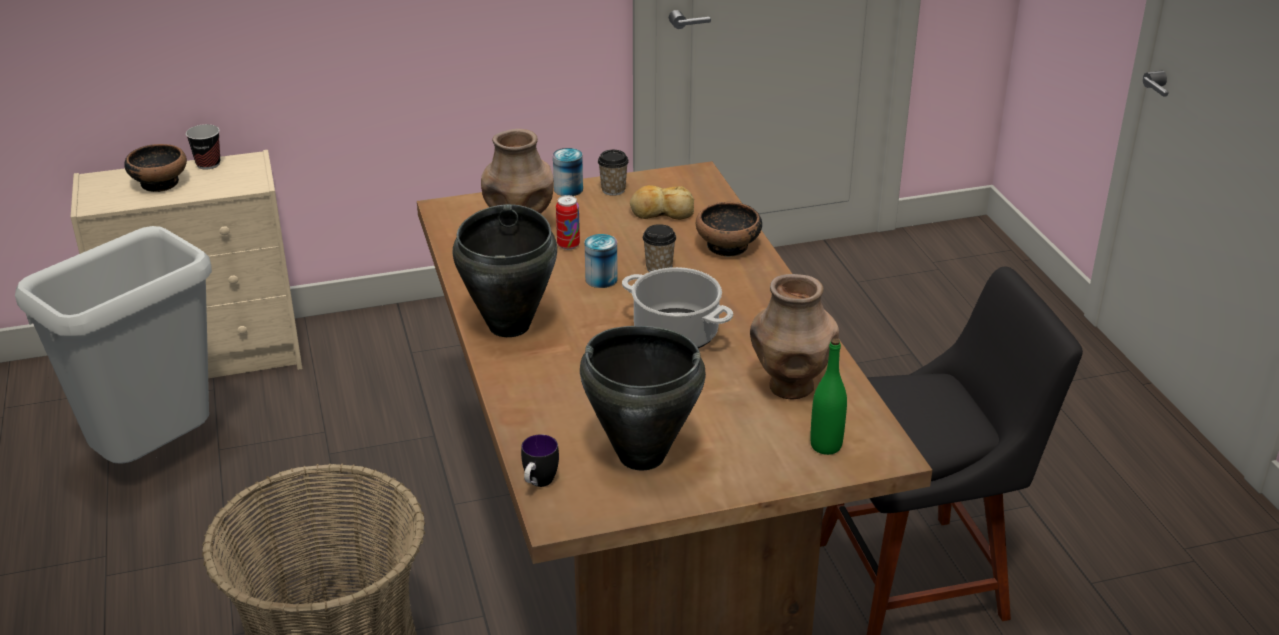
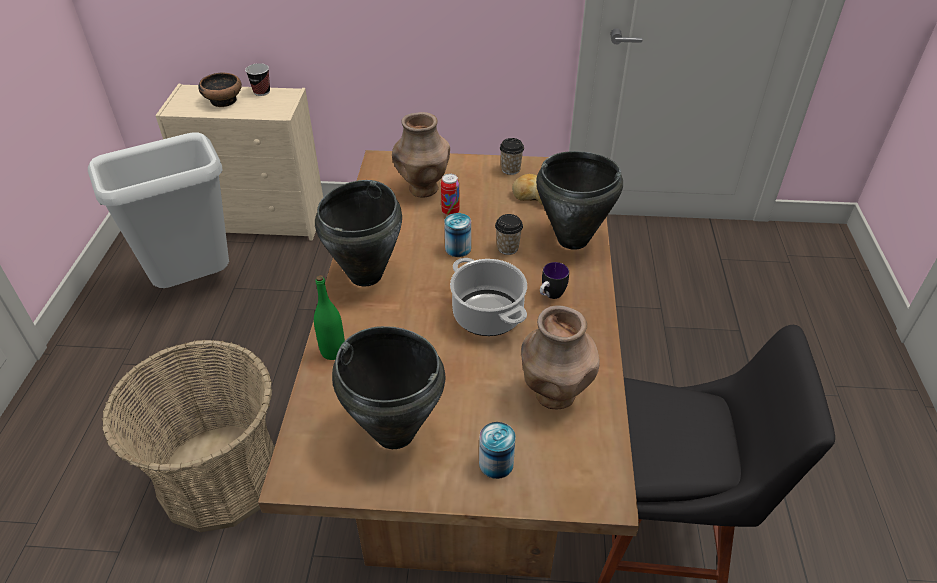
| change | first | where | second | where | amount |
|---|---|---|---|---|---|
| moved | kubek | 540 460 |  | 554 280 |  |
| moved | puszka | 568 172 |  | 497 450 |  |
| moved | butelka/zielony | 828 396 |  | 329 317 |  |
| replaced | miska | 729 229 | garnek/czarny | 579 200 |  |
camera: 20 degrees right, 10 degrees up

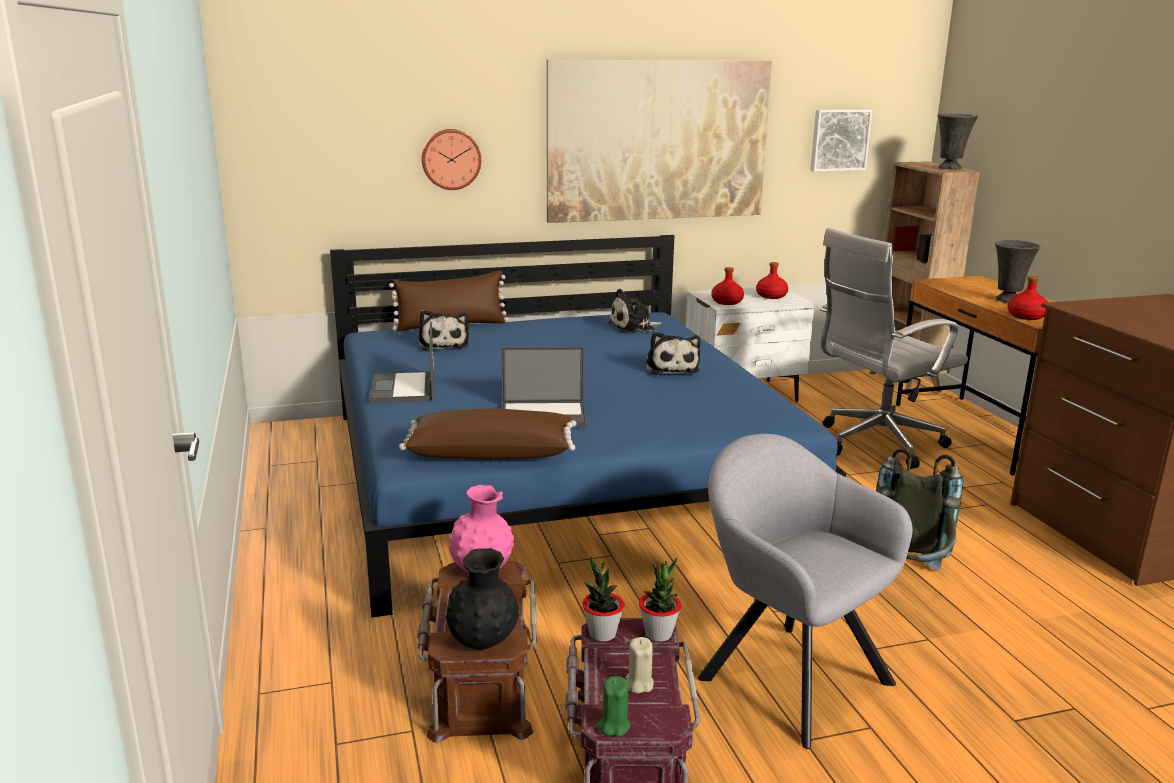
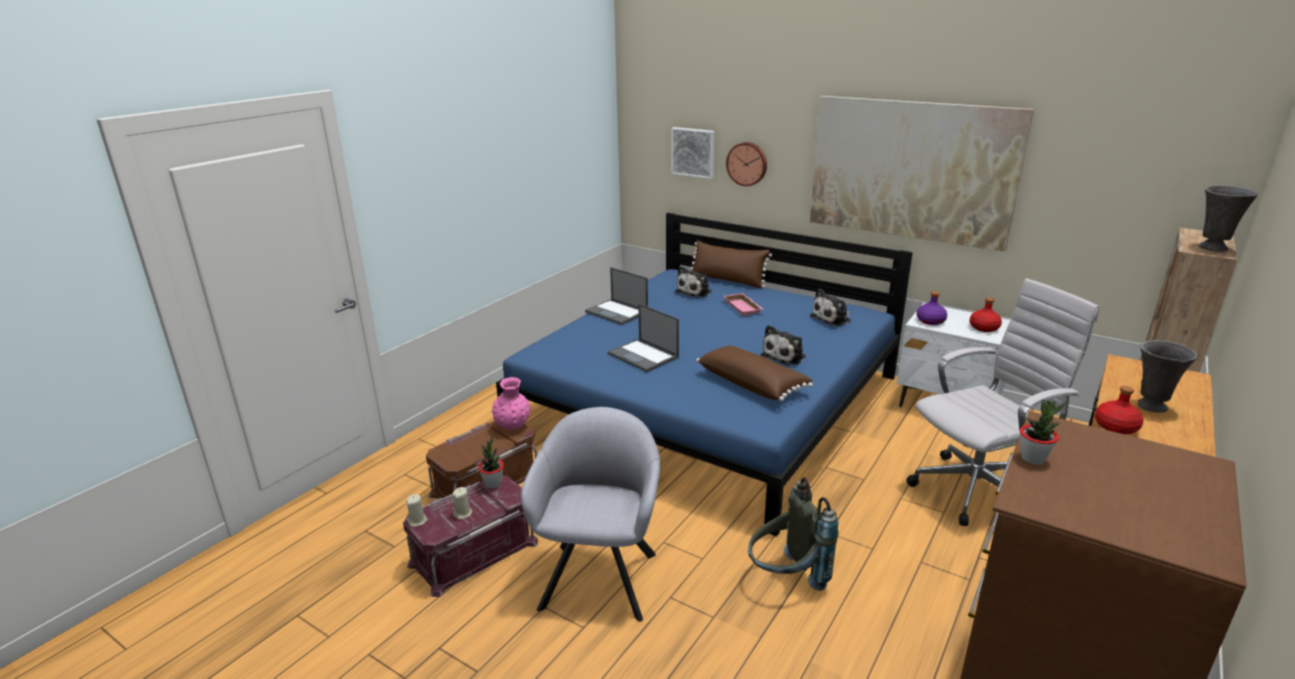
| change | first | where | second | where | amount |
|---|---|---|---|---|---|
| removed | wazon/czarny | 482 599 |  |  |  |
| added |  |  | taca/różowy | 743 304 |  |
| moved | poduszka/brązowy | 488 433 |  | 754 373 |  |
| moved | roślina doniczkowa | 660 600 |  | 1043 432 |  |
| moved | obraz | 841 140 |  | 693 153 |  |
| recoloured | świeca/zielony | 614 706 | świeca/beżowy | 417 510 |  |
| recoloured | butelka/czerwony | 727 286 | butelka/fioletowy | 932 308 |  |
| turned | laptop | 401 362 |  | 616 296 | 90 degrees counterclockwise |
| turned | pluszak | 635 311 |  | 830 307 | 60 degrees counterclockwise |
| turned | krzesło biurowe/biały | 894 348 |  | 1003 402 | 135 degrees clockwise |
camera: 50 degrees right, 5 degrees up

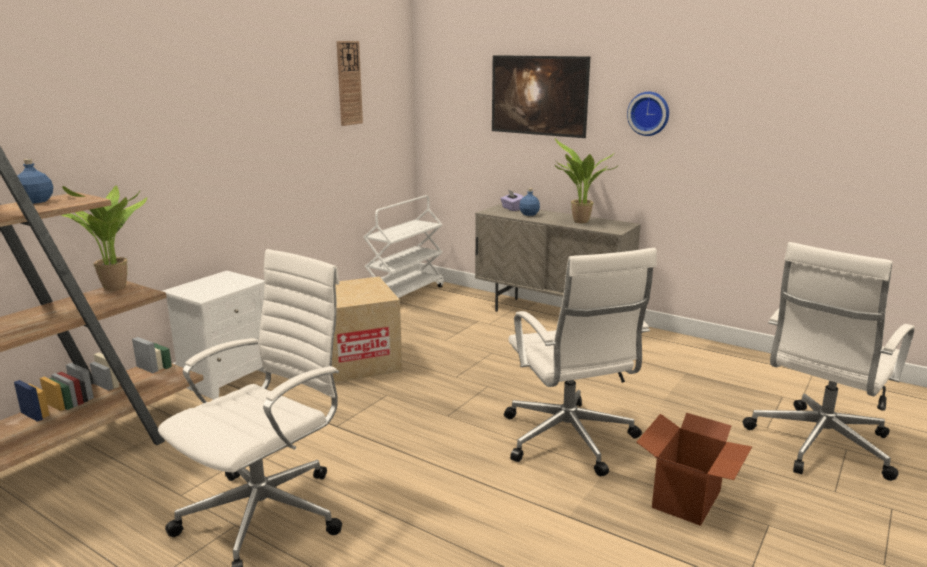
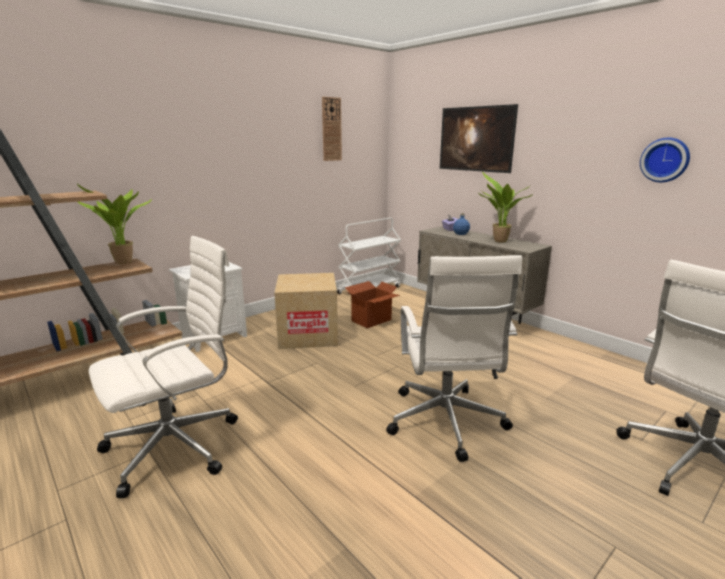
| change | first | where | second | where | amount |
|---|---|---|---|---|---|
| removed | butelka/niebieski | 35 181 |  |  |  |
| moved | zegar ścienny | 648 114 |  | 665 159 |  |
| moved | karton | 694 469 |  | 372 304 |  |
camera: 15 degrees right, 0 degrees up

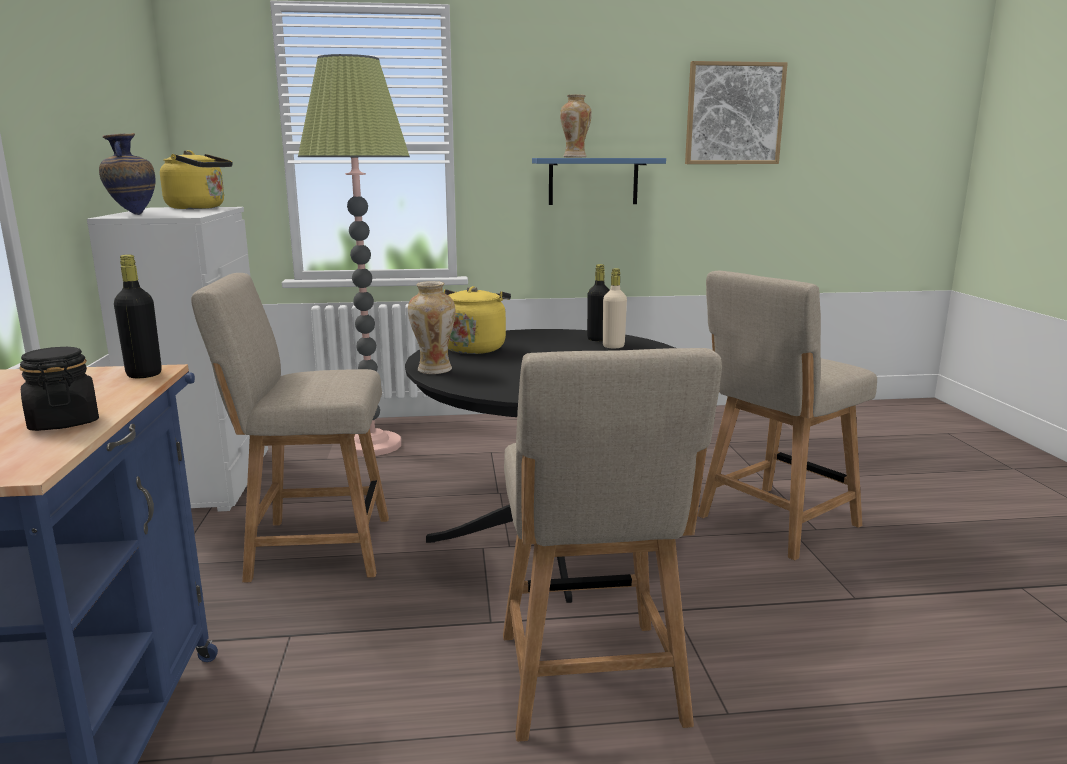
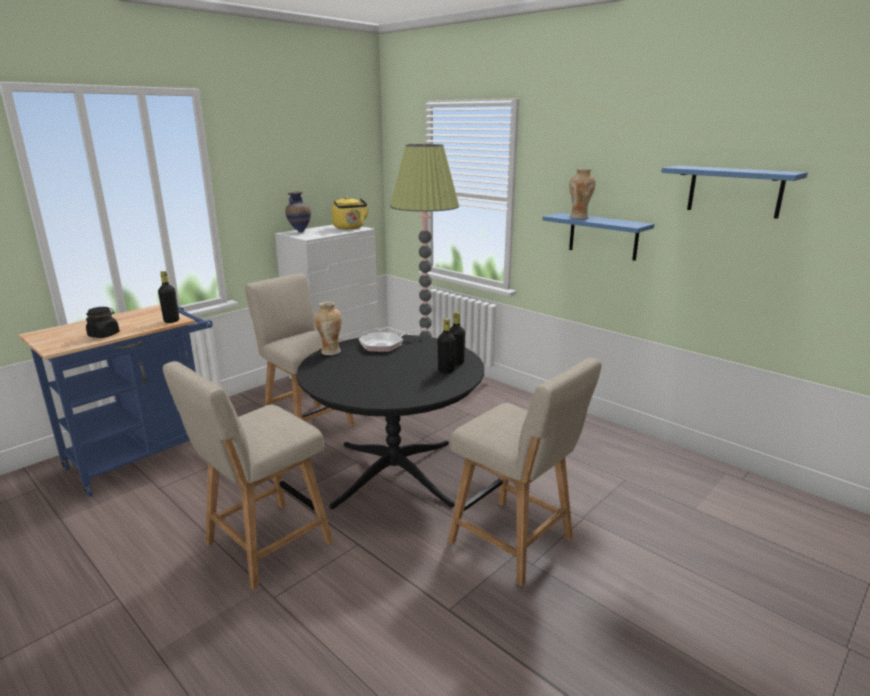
| change | first | where | second | where | amount |
|---|---|---|---|---|---|
| replaced | czajnik/żółty | 477 320 | patelnia | 393 340 |  |
| replaced | obraz | 736 112 | półka/niebieski | 734 192 |  |
| recoloured | butelka/beżowy | 615 308 | butelka/czarny | 447 345 |  |
| turned | krzesło/beżowy | 787 415 |  | 525 472 | 150 degrees counterclockwise |
camera: 50 degrees right, 5 degrees up

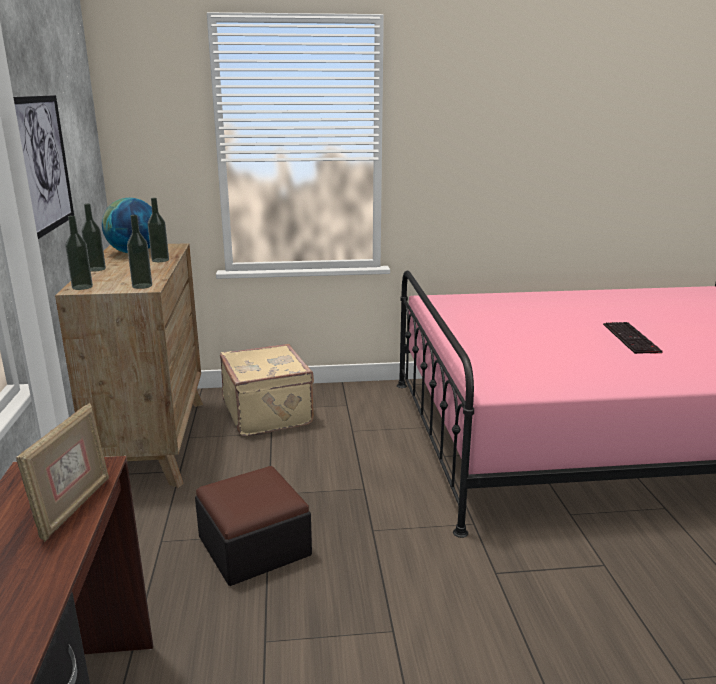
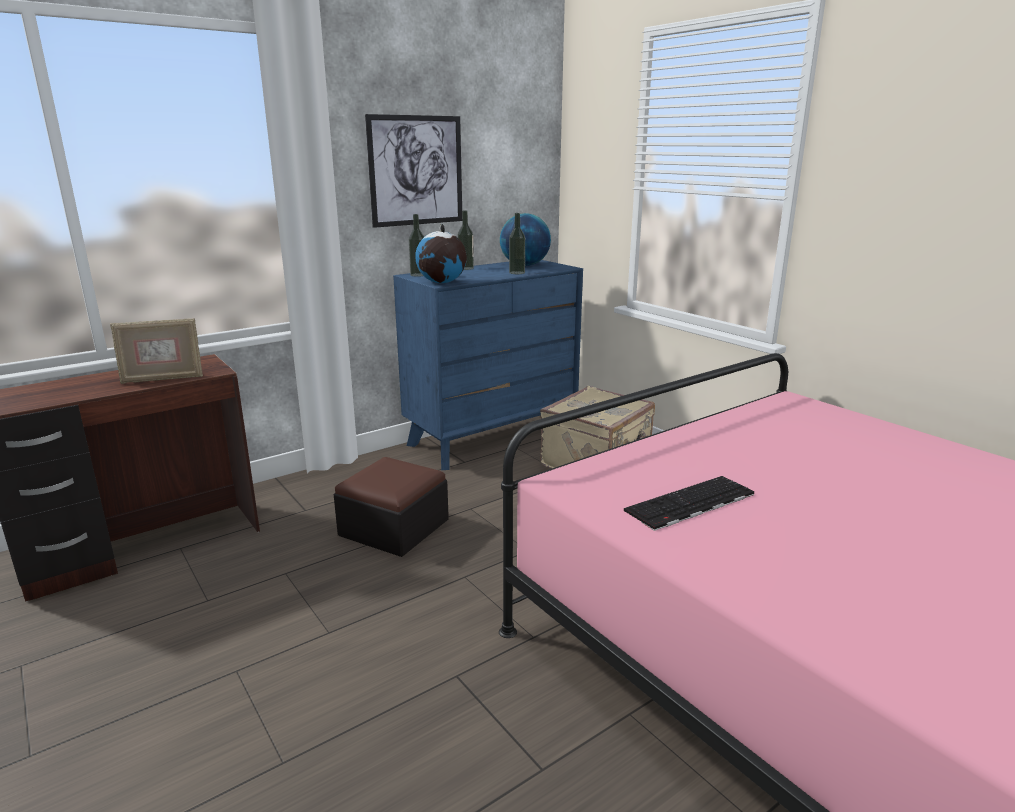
| change | first | where | second | where | amount |
|---|---|---|---|---|---|
| moved | klawiatura | 633 338 |  | 689 503 |  |
| replaced | butelka | 139 252 | globus | 441 253 |  |
| recoloured | komoda/brązowy | 129 365 | komoda/niebieski | 488 365 |  |
camera: 60 degrees right, 0 degrees up

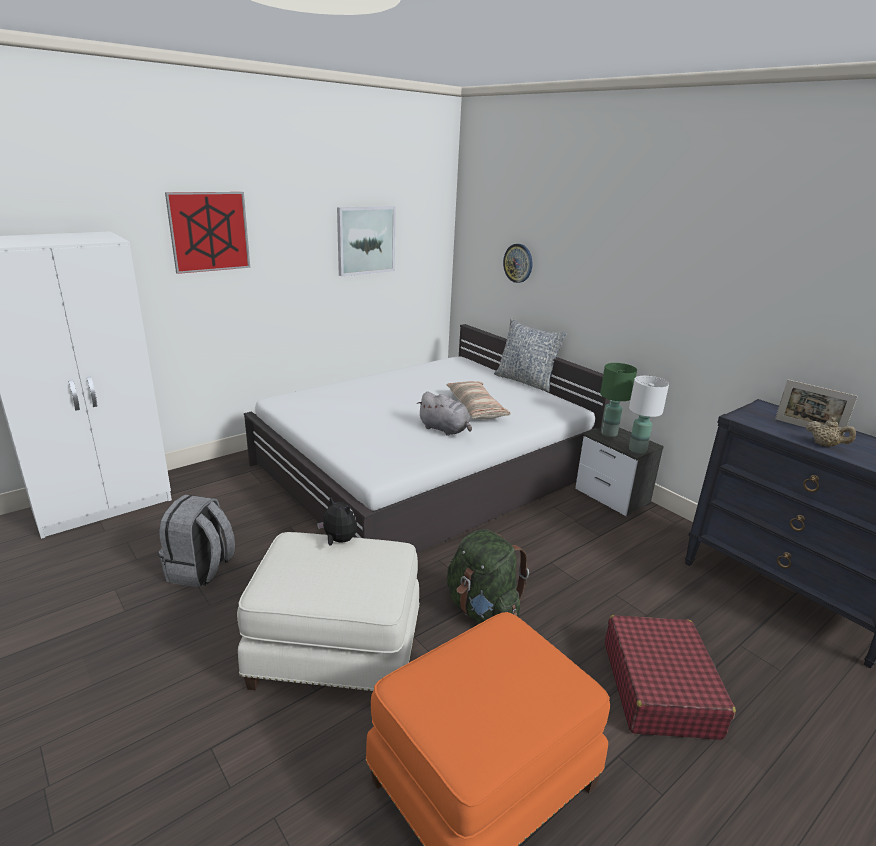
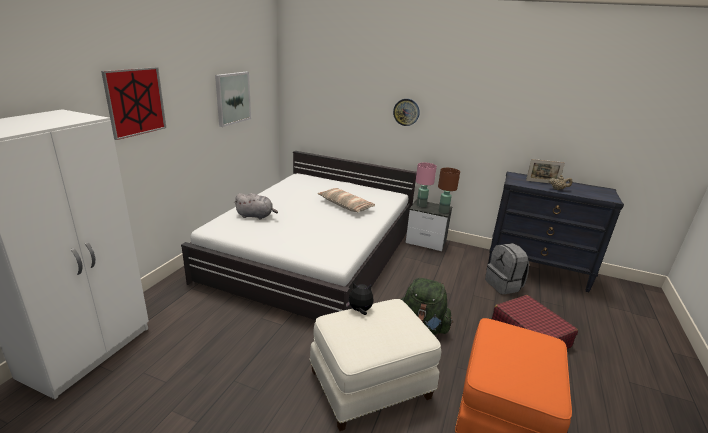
| change | first | where | second | where | amount |
|---|---|---|---|---|---|
| removed | poduszka | 530 355 |  |  |  |
| moved | plecak/szary | 196 541 |  | 507 268 |  |
| moved | pluszak/szary | 444 414 |  | 256 206 |  |
| moved | zegar ścienny | 518 263 |  | 406 112 |  |
| recoloured | lampa stołowa/zielony | 618 400 | lampa stołowa/różowy | 426 185 |  |
| recoloured | lampa stołowa/biały | 649 415 | lampa stołowa/brązowy | 449 191 |  |
camera: 30 degrees left, 0 degrees up

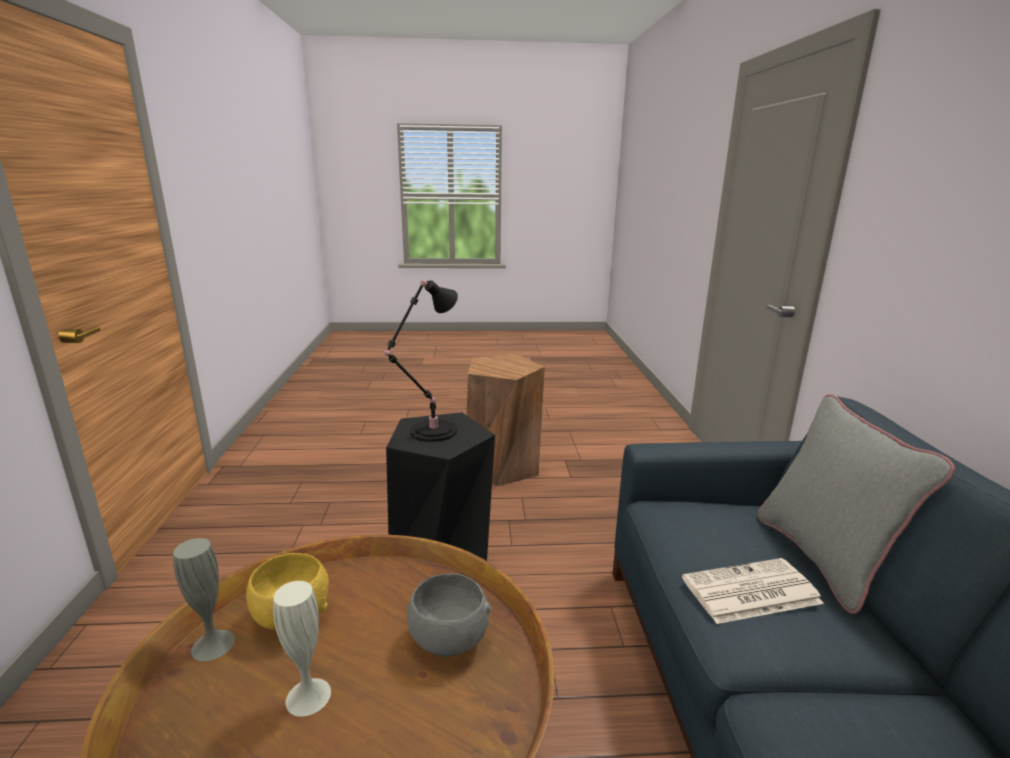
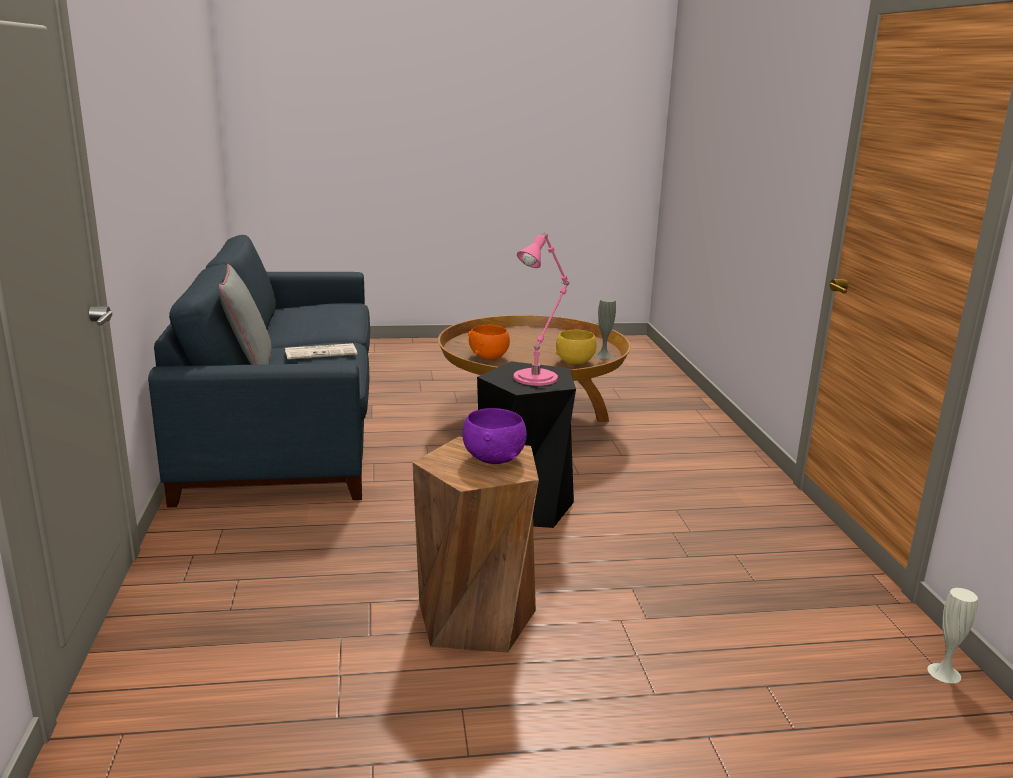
| change | first | where | second | where | amount |
|---|---|---|---|---|---|
| added |  |  | miska/fioletowy | 494 436 |  |
| moved | wazon/biały | 302 649 |  | 952 635 |  |
| recoloured | lampa stołowa/czarny | 421 361 | lampa stołowa/różowy | 541 309 |  |
| recoloured | miska/szary | 449 615 | miska/pomarańczowy | 489 342 |  |
camera: 175 degrees right, 0 degrees up

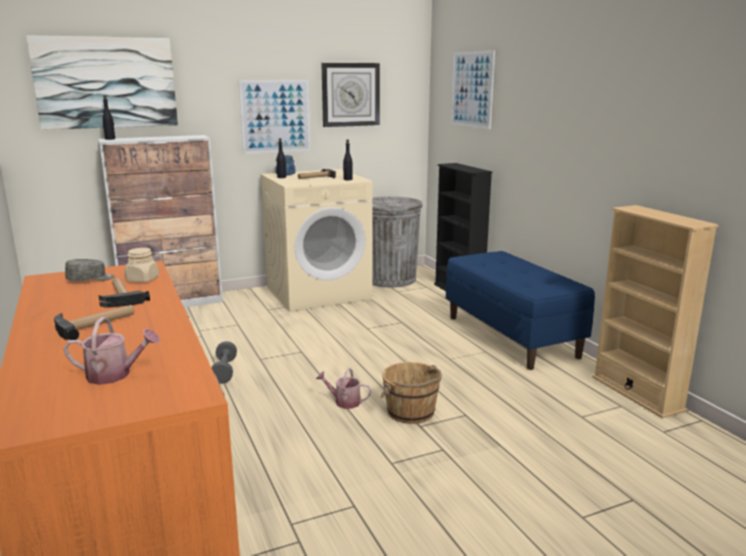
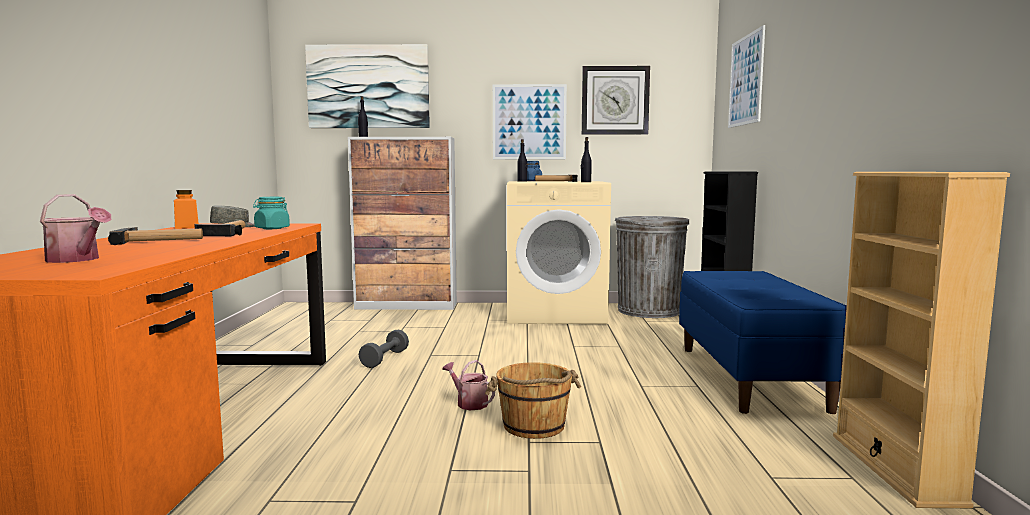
| change | first | where | second | where | amount |
|---|---|---|---|---|---|
| added |  |  | słoik/pomarańczowy | 186 209 |  |
| recoloured | słoik/beżowy | 142 265 | słoik/turkusowy | 271 213 |  |
camera: 25 degrees right, 10 degrees down

